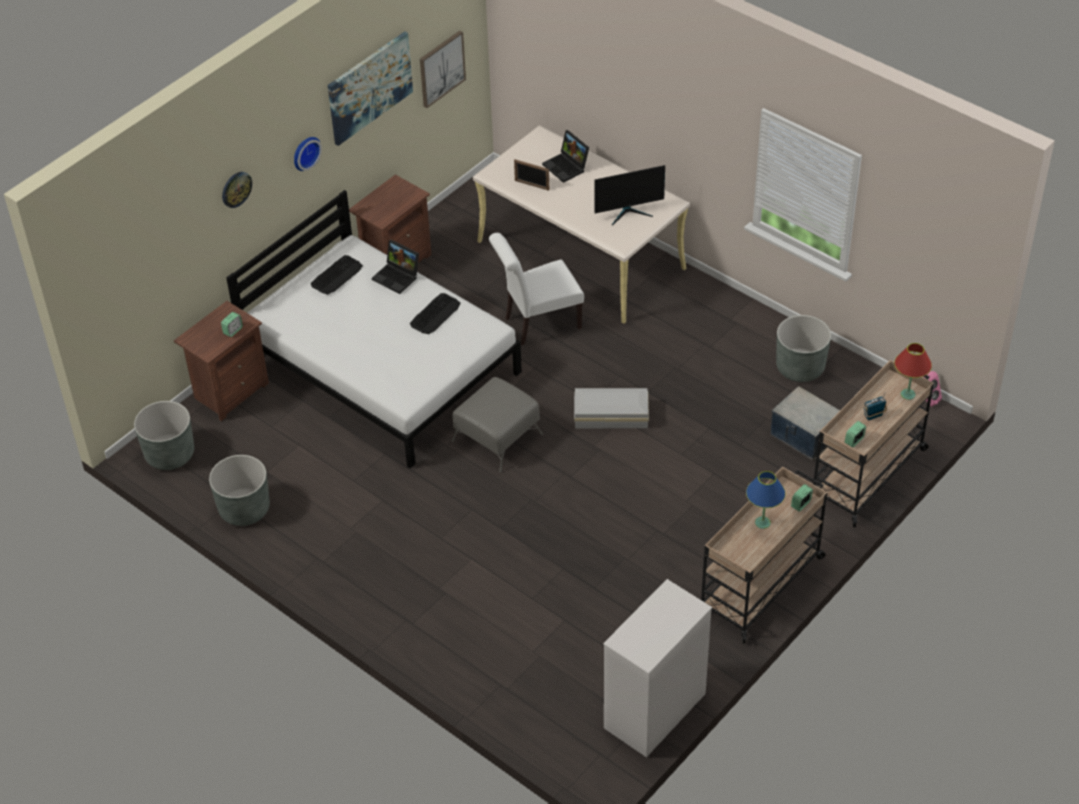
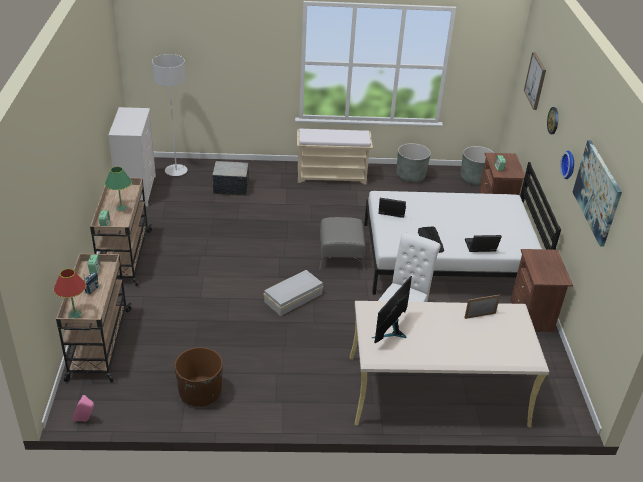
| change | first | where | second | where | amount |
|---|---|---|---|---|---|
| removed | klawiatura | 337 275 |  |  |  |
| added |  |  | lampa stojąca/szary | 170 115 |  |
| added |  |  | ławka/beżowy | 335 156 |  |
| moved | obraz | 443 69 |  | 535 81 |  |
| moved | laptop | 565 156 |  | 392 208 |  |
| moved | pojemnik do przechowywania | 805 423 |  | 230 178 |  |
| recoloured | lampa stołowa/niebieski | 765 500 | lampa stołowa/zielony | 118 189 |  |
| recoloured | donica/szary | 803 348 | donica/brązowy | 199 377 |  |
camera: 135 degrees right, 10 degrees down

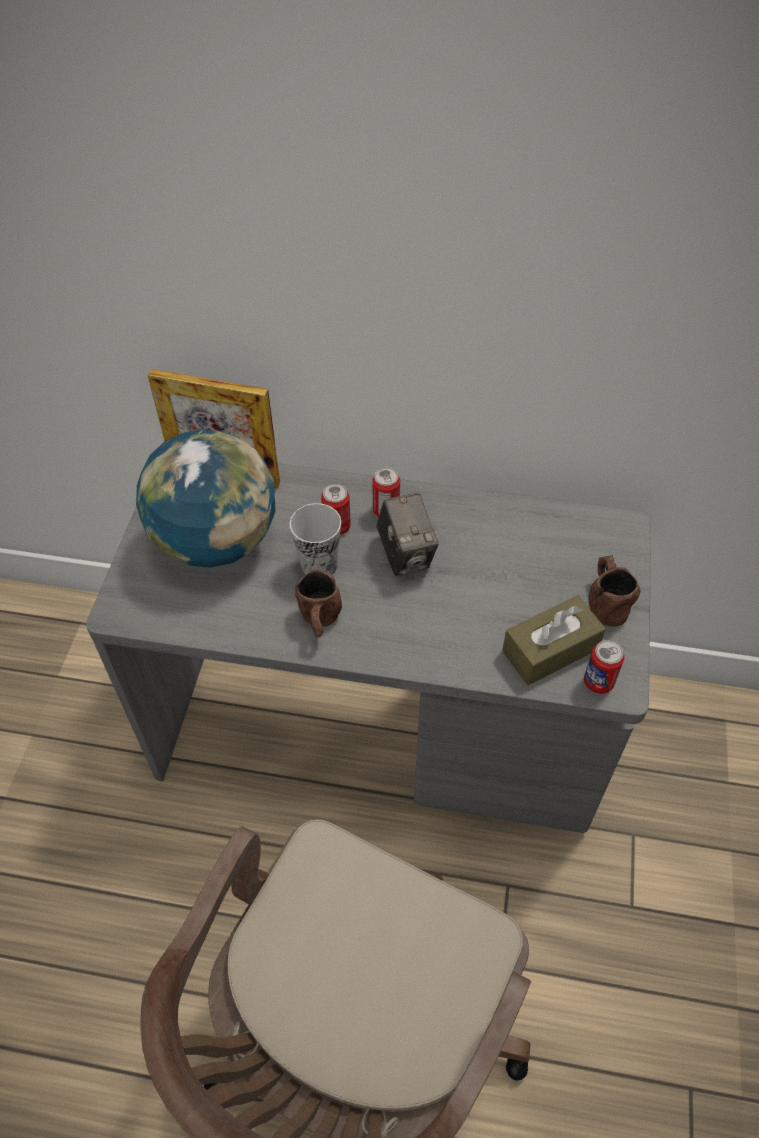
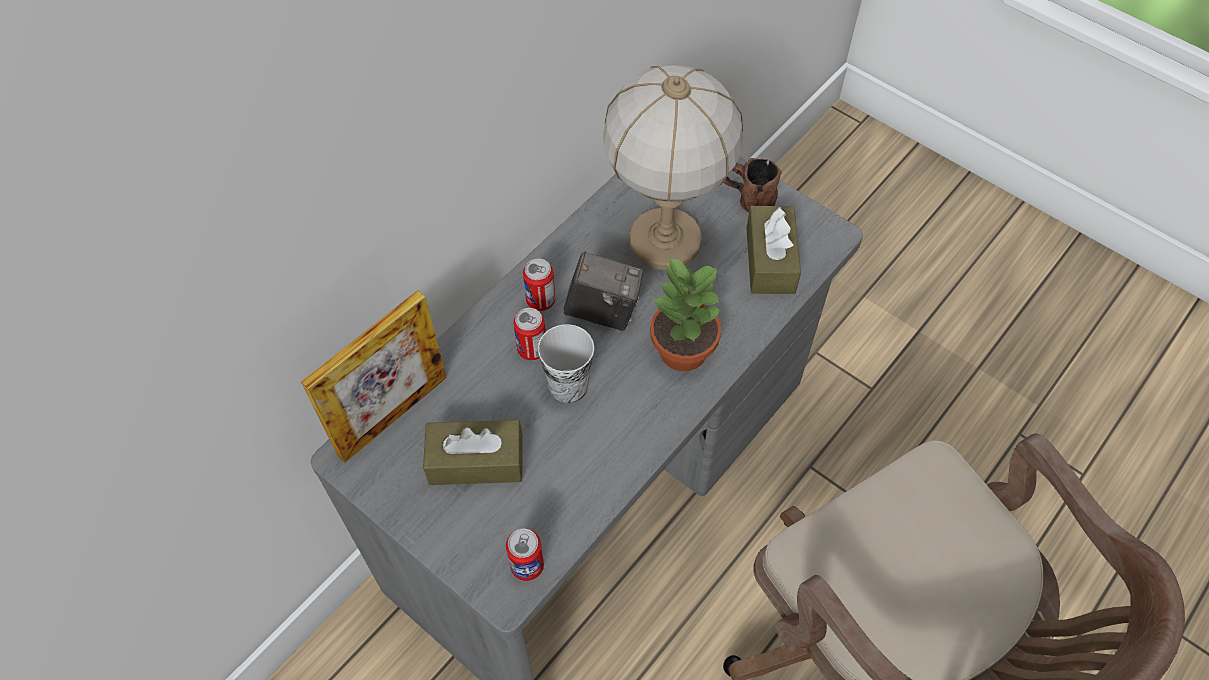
| change | first | where | second | where | amount |
|---|---|---|---|---|---|
| removed | kubek/brązowy | 318 603 |  |  |  |
| added |  |  | lampa stołowa | 673 167 |  |
| added |  |  | roślina doniczkowa | 686 313 |  |
| moved | puszka | 604 667 |  | 525 554 |  |
| replaced | globus | 206 498 | pudełko chusteczek/brązowy | 473 452 |  |
camera: 60 degrees left, 5 degrees up

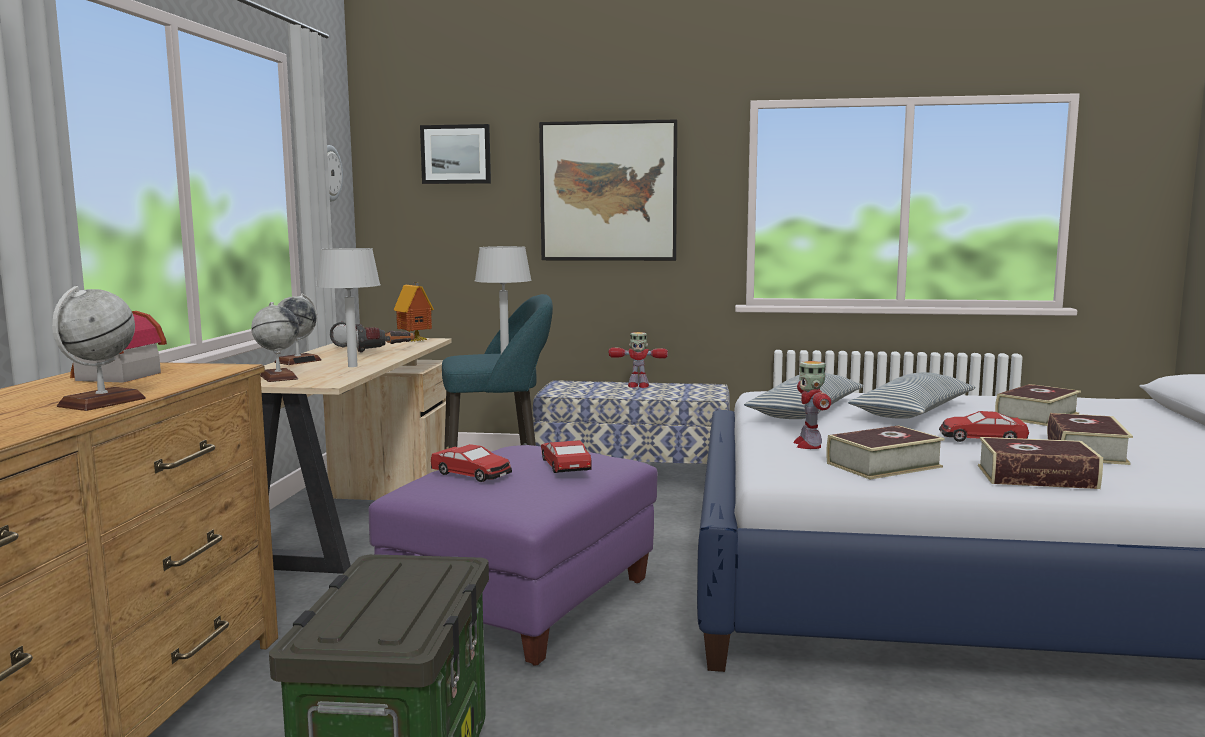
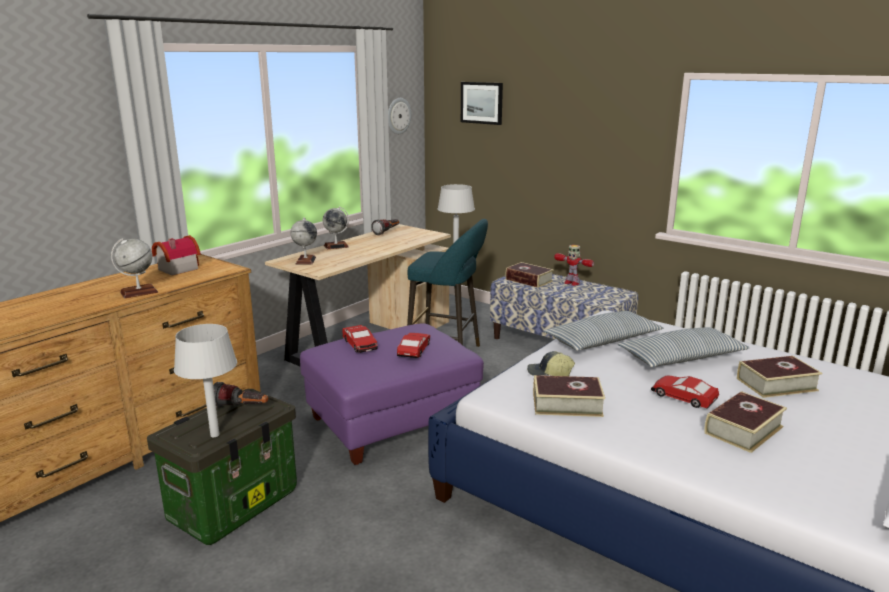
| change | first | where | second | where | amount |
|---|---|---|---|---|---|
| removed | domek | 414 311 |  |  |  |
| removed | obraz | 608 190 |  |  |  |
| moved | lampa stołowa/szary | 348 307 |  | 205 380 |  |
| moved | latarka | 385 338 |  | 241 395 |  |
| moved | książka | 1040 463 |  | 529 275 |  |
| replaced | robot zabawkowy | 812 405 | czapka z daszkiem | 551 363 |  |
camera: 30 degrees right, 10 degrees up

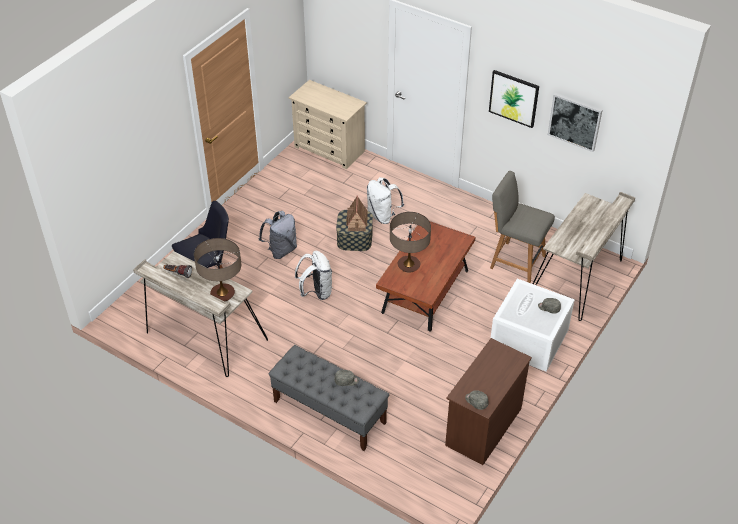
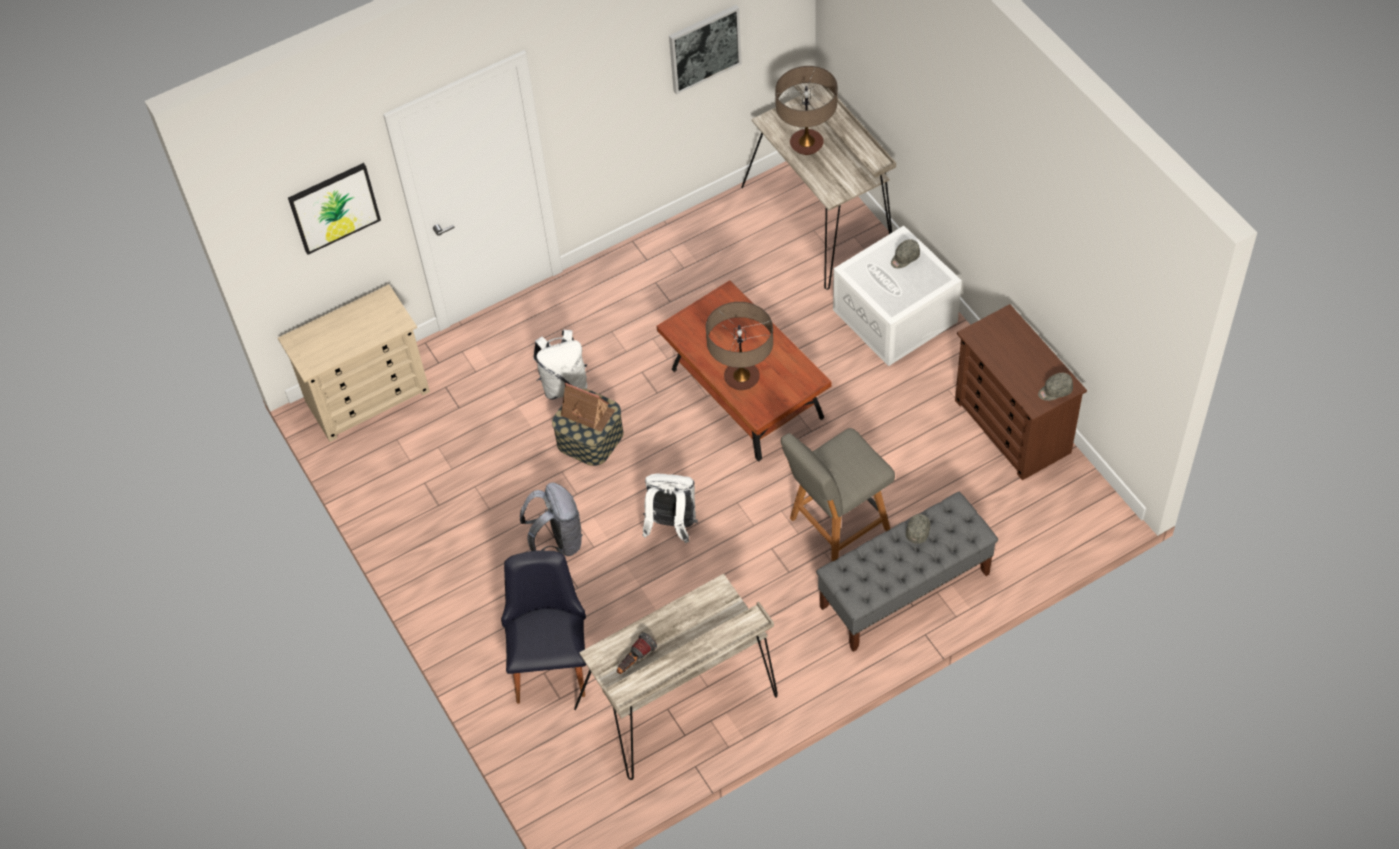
| change | first | where | second | where | amount |
|---|---|---|---|---|---|
| moved | lampa stołowa | 217 270 |  | 806 110 |  |
| moved | obraz | 514 99 |  | 334 209 |  |
| moved | krzesło/szary | 522 227 |  | 838 495 |  |
camera: 60 degrees left, 10 degrees up

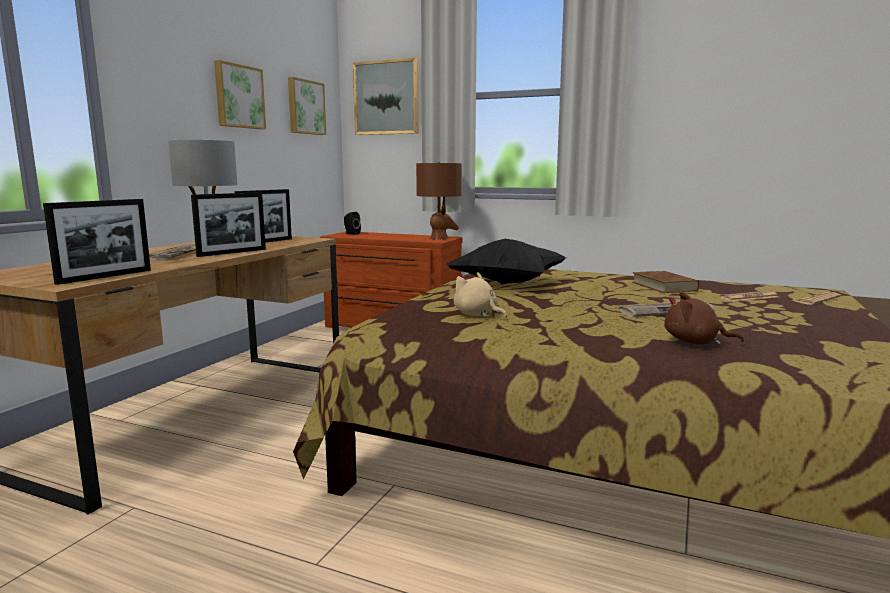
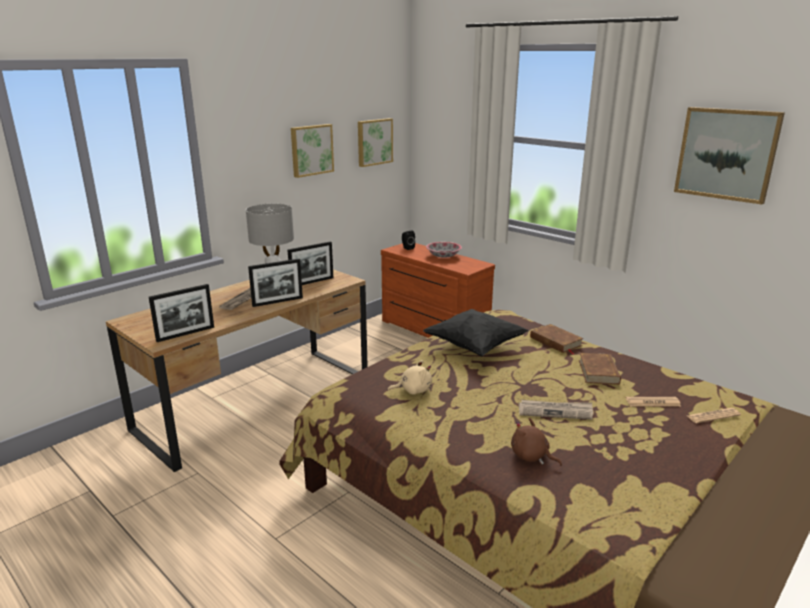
| change | first | where | second | where | amount |
|---|---|---|---|---|---|
| removed | lampa stołowa/brązowy | 439 201 |  |  |  |
| added |  |  | miska | 444 250 |  |
| added |  |  | książka/brązowy | 557 339 |  |
| moved | obraz | 386 96 |  | 729 156 |  |
| turned | pluszak/beżowy | 480 295 |  | 409 377 | 105 degrees clockwise |
camera: 20 degrees right, 10 degrees up

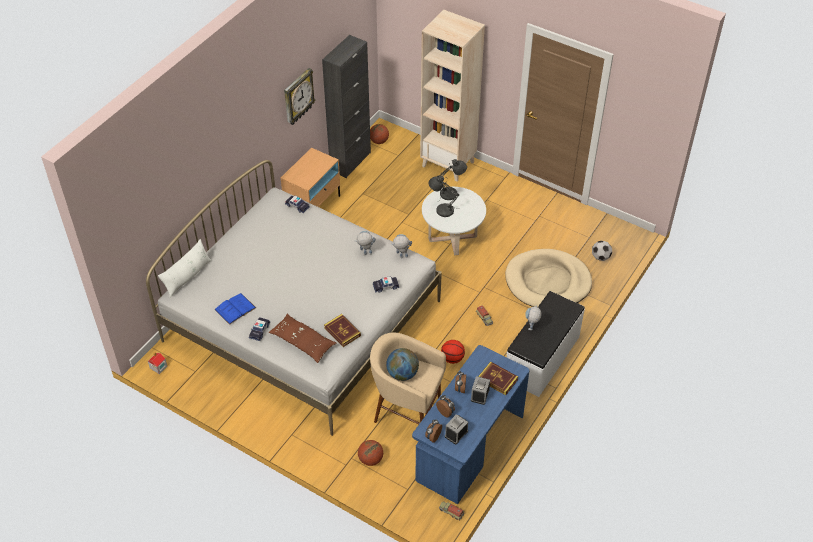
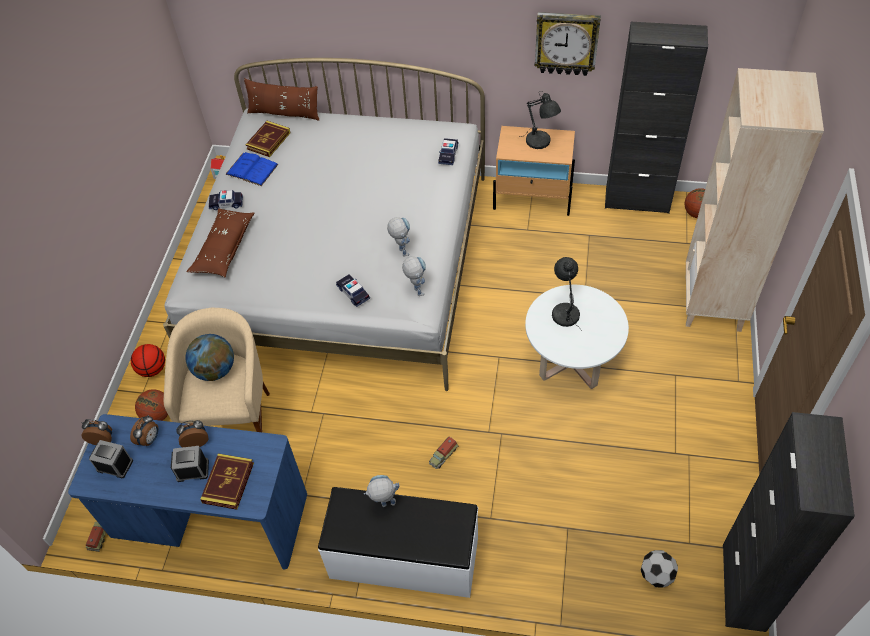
| change | first | where | second | where | amount |
|---|---|---|---|---|---|
| removed | legowisko/beżowy | 548 278 |  |  |  |
| added |  |  | szafka/czarny | 789 522 |  |
| moved | książka | 342 330 |  | 268 139 |  |
| moved | lampa stołowa/szary | 452 180 |  | 540 120 |  |
| moved | piłka do koszykówki | 453 352 |  | 148 360 |  |
| recoloured | poduszka/biały | 184 268 | poduszka/brązowy | 281 99 |  |
camera: 70 degrees right, 5 degrees up

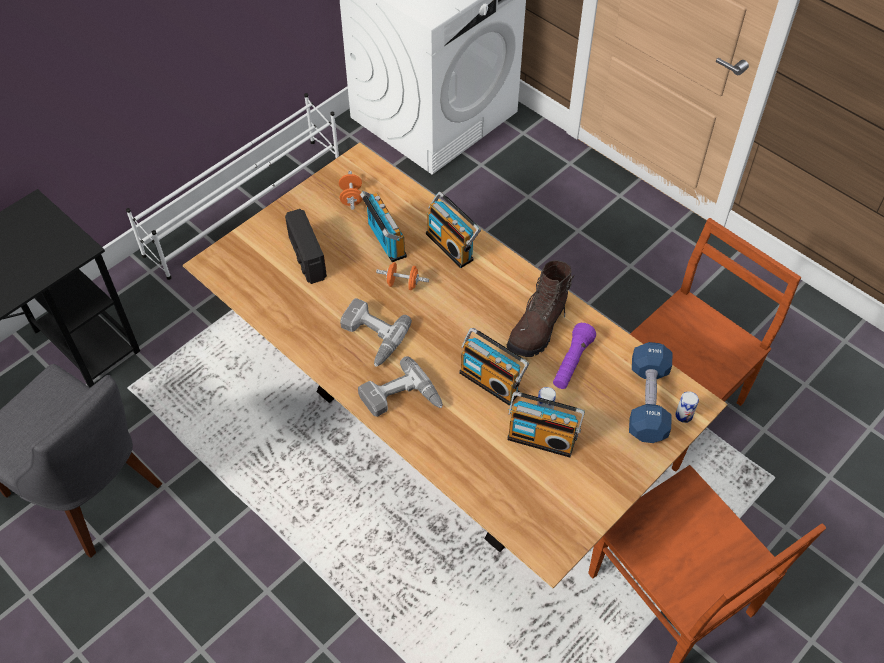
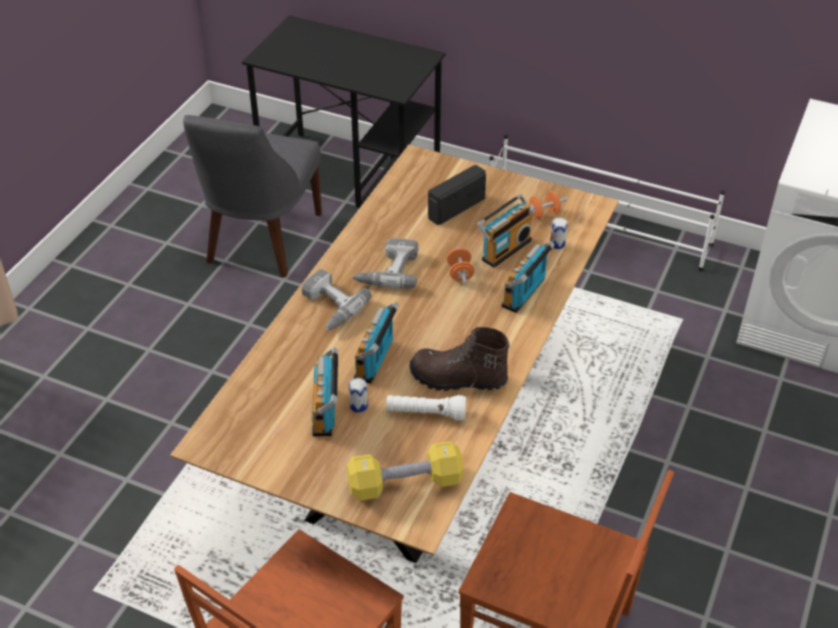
| change | first | where | second | where | amount |
|---|---|---|---|---|---|
| moved | puszka | 687 407 |  | 559 233 |  |
| recoloured | latarka/fioletowy | 574 356 | latarka/biały | 426 408 |  |
| recoloured | hantel/niebieski | 650 392 | hantel/żółty | 405 471 |  |
camera: 70 degrees right, 10 degrees down

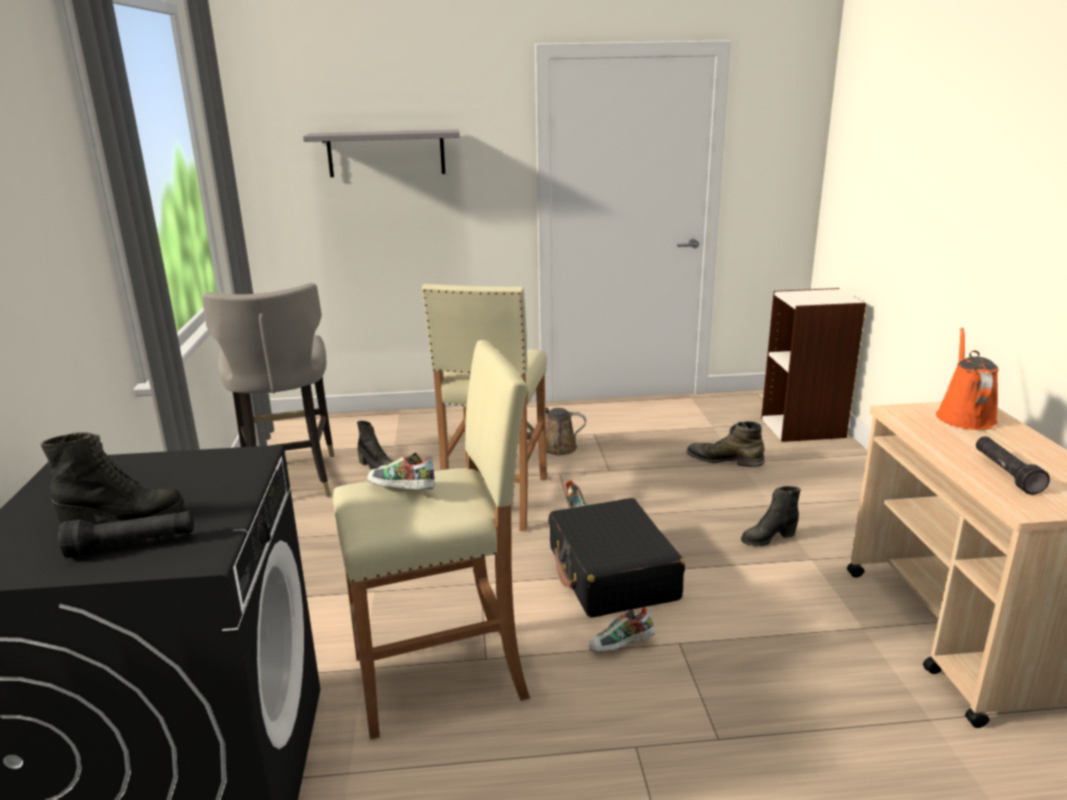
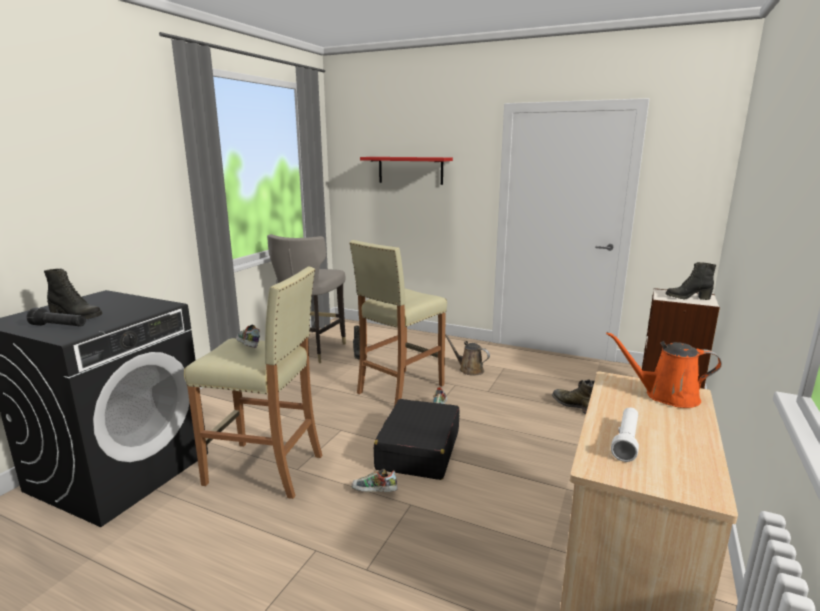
| change | first | where | second | where | amount |
|---|---|---|---|---|---|
| moved | but z cholewką/czarny | 771 516 |  | 691 281 |  |
| recoloured | półka/szary | 381 153 | półka/czerwony | 406 171 |  |
| recoloured | latarka/czarny | 1013 465 | latarka/biały | 625 434 |  |
| turned | konewka/pomarańczowy | 967 379 |  | 664 370 | 120 degrees counterclockwise |
camera: 30 degrees right, 5 degrees down

